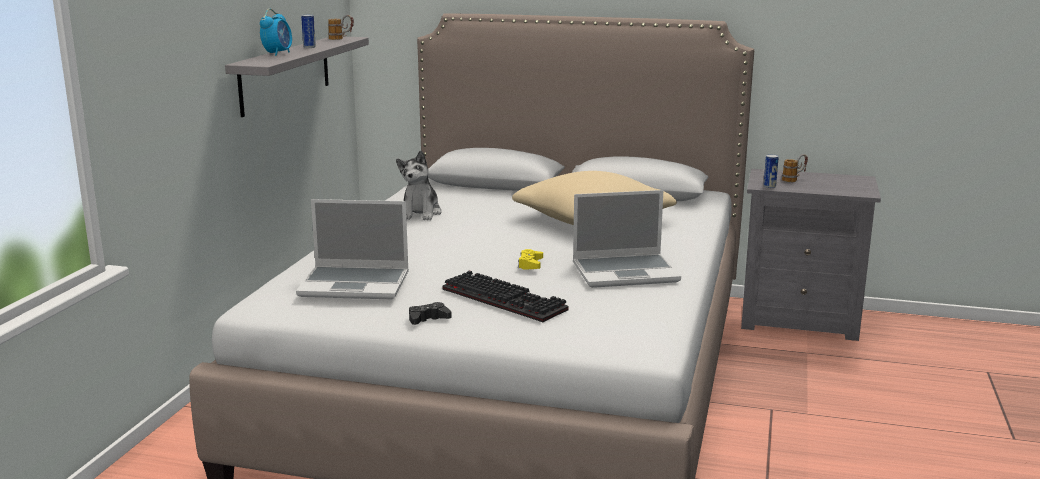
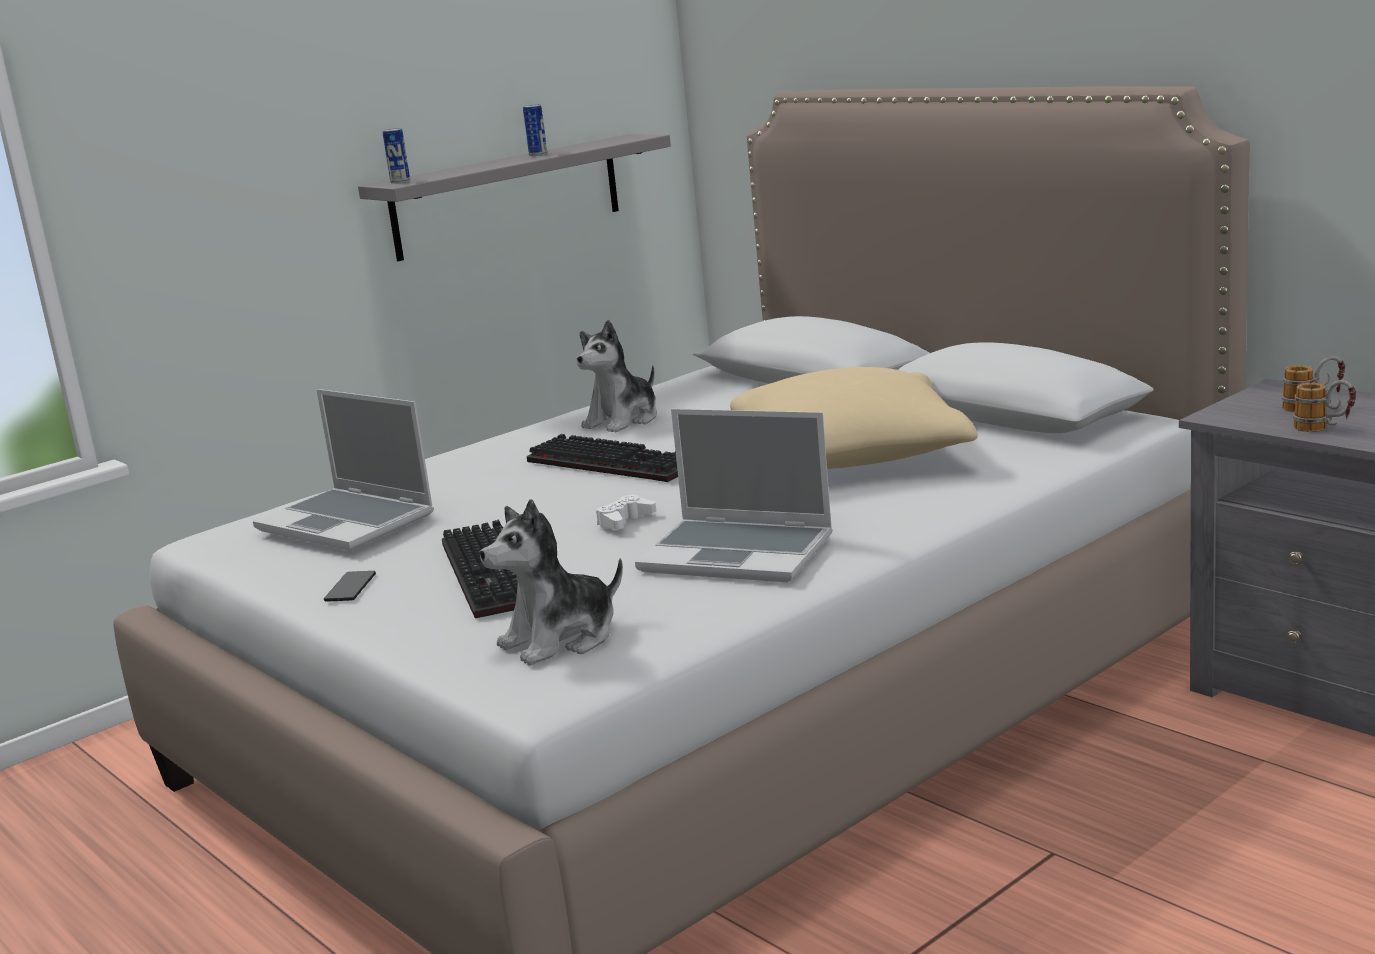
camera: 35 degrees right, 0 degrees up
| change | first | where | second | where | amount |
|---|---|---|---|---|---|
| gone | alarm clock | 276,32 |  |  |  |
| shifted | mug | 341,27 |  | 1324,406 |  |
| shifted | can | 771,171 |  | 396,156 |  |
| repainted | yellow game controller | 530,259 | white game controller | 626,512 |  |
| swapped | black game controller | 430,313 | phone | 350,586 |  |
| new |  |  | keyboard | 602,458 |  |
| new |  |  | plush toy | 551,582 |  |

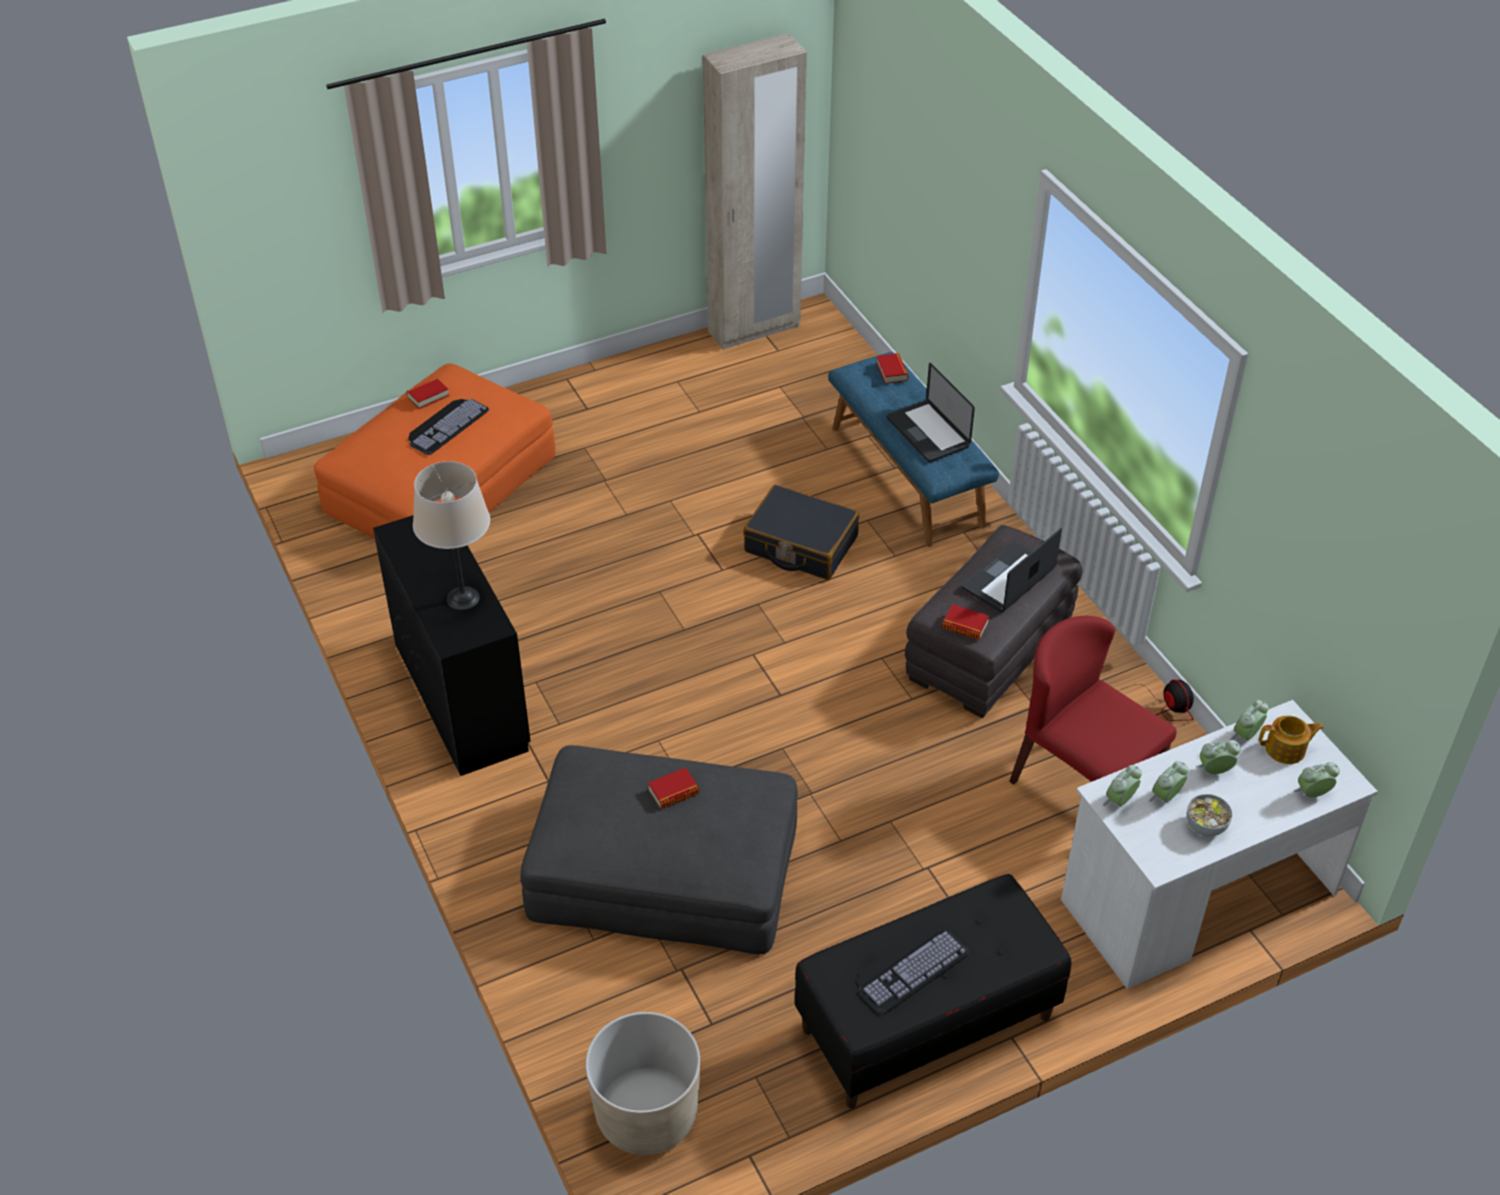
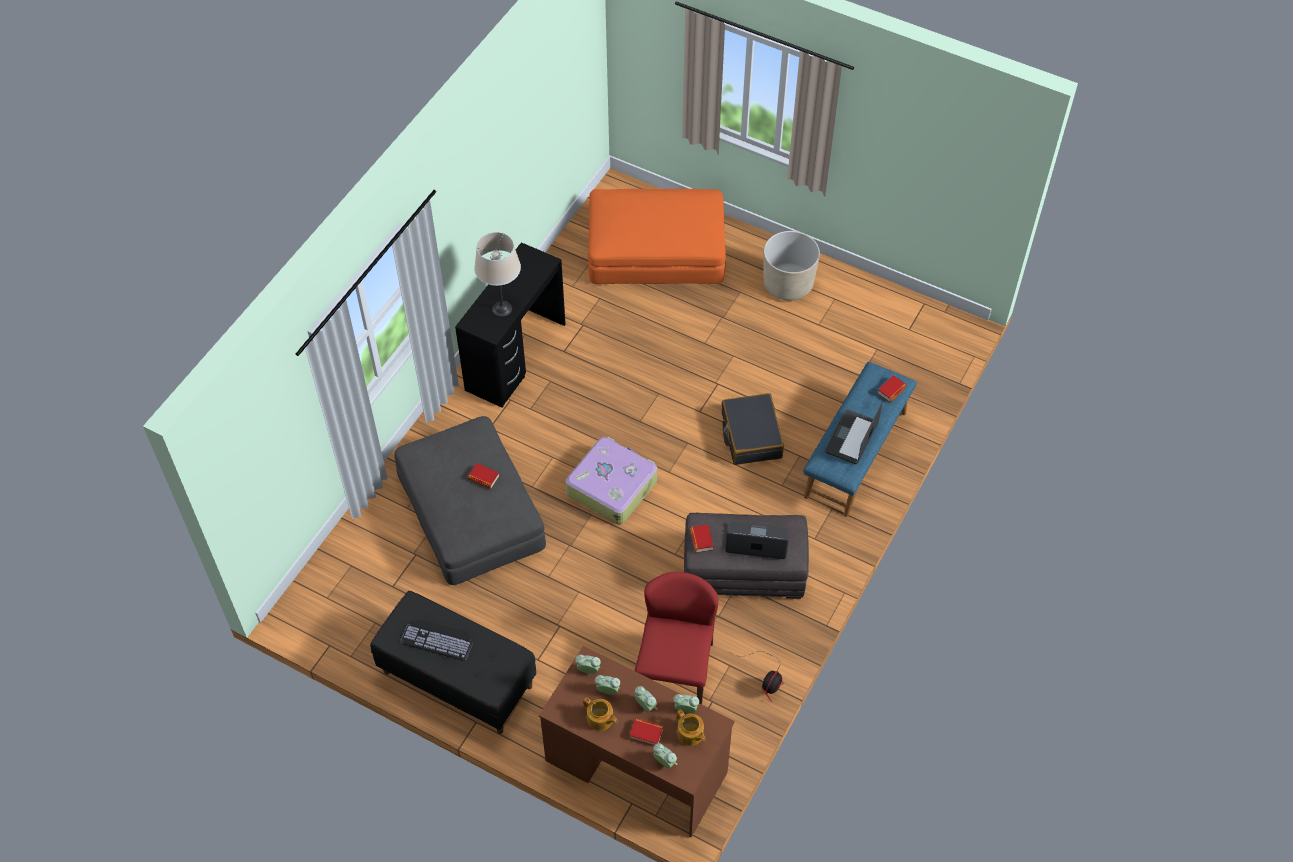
camera: 55 degrees right, 10 degrees up
| change | first | where | second | where | amount |
|---|---|---|---|---|---|
| gone | beige wardrobe | 755,191 |  |  |  |
| shifted | book | 427,393 |  | 647,732 |  |
| gone | keyboard | 448,427 |  |  |  |
| repainted | white desk | 1219,844 | brown desk | 637,741 |  |
| swapped | bowl | 1210,815 | teapot | 600,714 |  |
| shifted | beige planter | 642,1083 |  | 791,266 |  |
| new |  |  | suitcase | 611,481 |  |

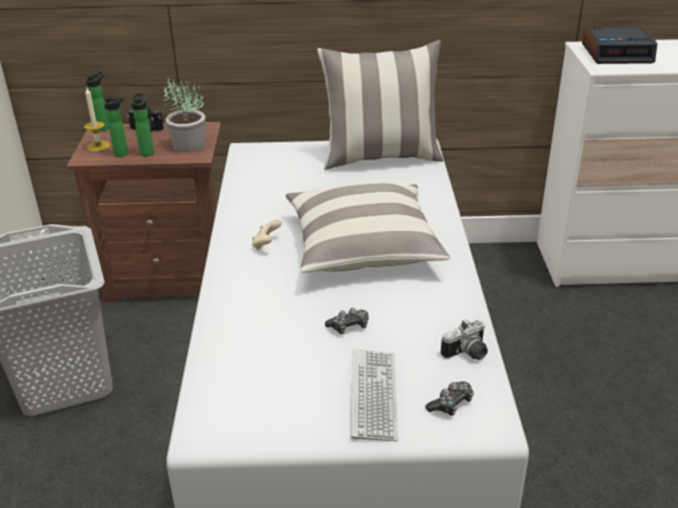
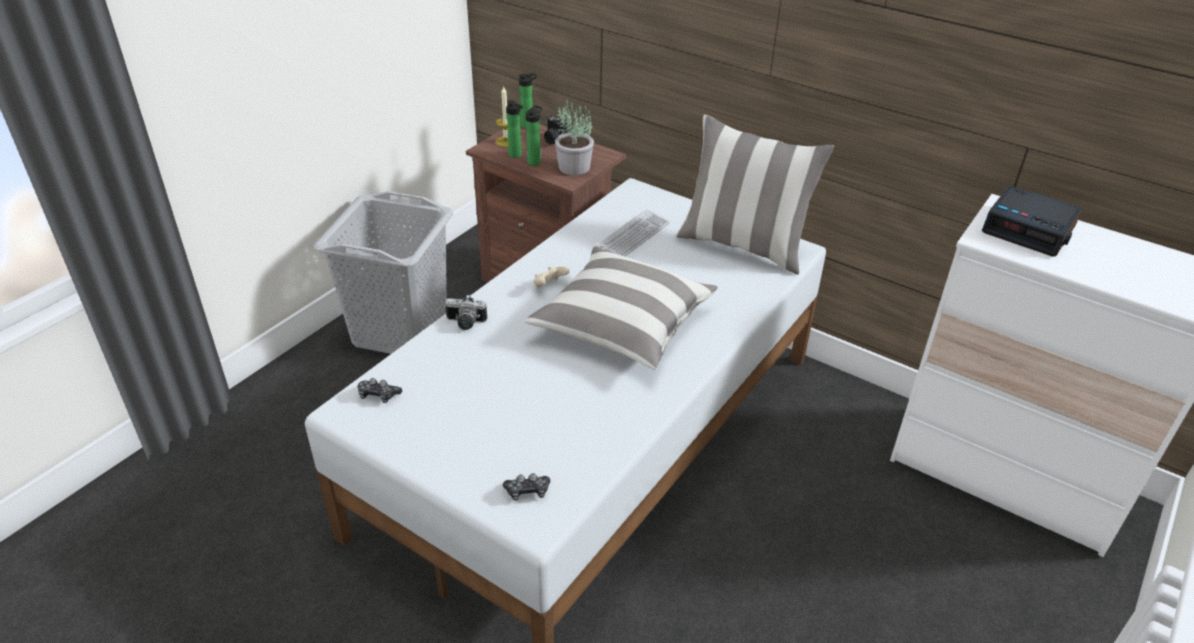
camera: 35 degrees right, 5 degrees up
| change | first | where | second | where | amount |
|---|---|---|---|---|---|
| shifted | game controller | 346,321 |  | 380,390 |  |
| shifted | photo camera | 464,339 |  | 466,312 |  |
| shifted | keyboard | 374,395 |  | 632,232 |  |

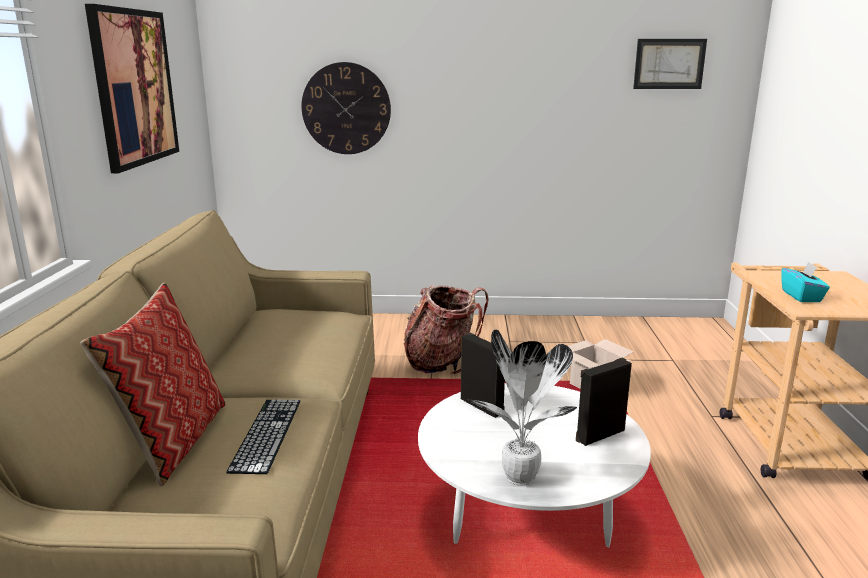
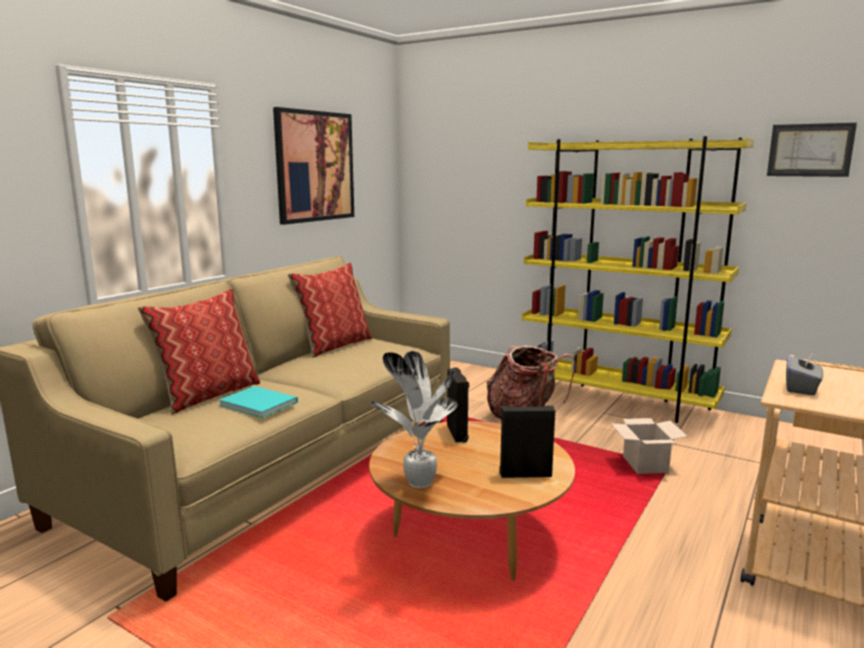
camera: 30 degrees right, 5 degrees down
| change | first | where | second | where | amount |
|---|---|---|---|---|---|
| gone | wall clock | 346,108 |  |  |  |
| repainted | turquoise tissue box | 806,281 | grey tissue box | 804,373 |  |
| repainted | white coffee table | 534,465 | brown coffee table | 472,501 |  |
| swapped | keyboard | 263,436 | turquoise book | 258,402 |  |
| new |  |  | yellow bookcase | 638,279 |  |
| new |  |  | pillow | 330,310 |  |

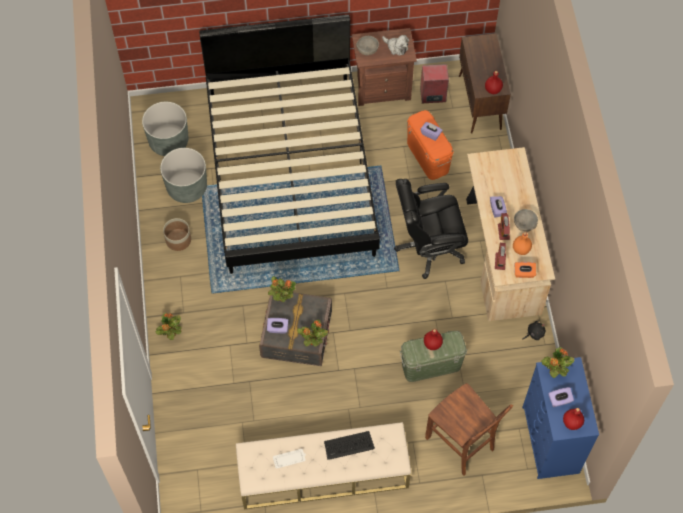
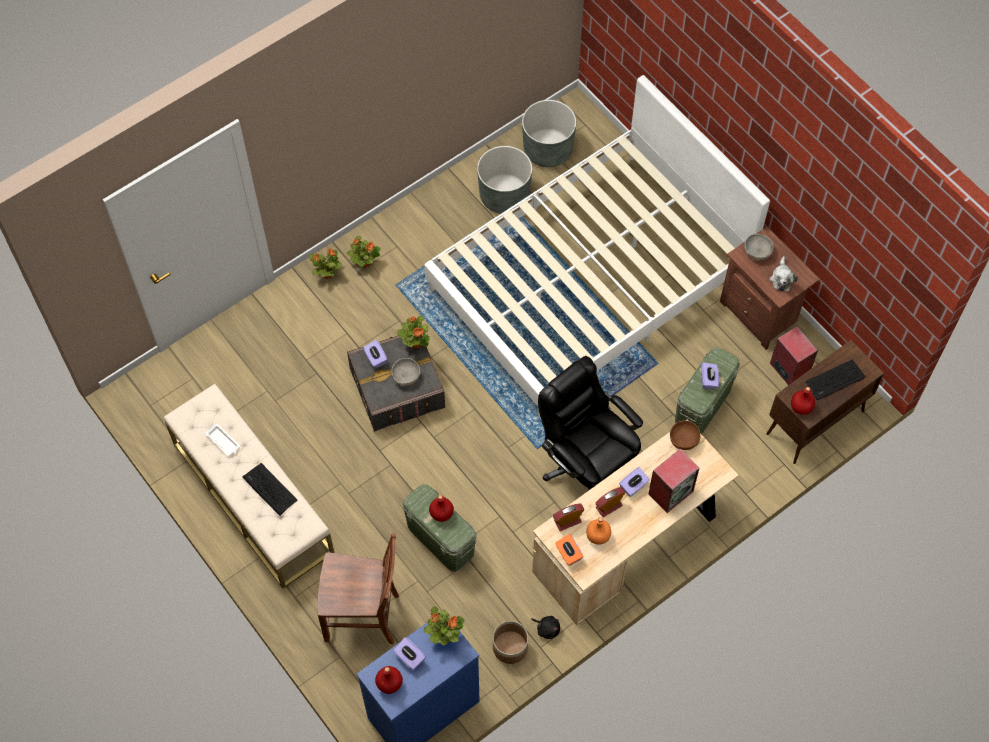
camera: 60 degrees right, 0 degrees up
| change | first | where | second | where | amount |
|---|---|---|---|---|---|
| repainted | black bed | 289,144 | white bed | 597,245 |  |
| repainted | orange storage box | 430,145 | green storage box | 707,390 |  |
| shifted | grey bowl | 526,220 |  | 406,372 |  |
| shifted | planter | 177,234 |  | 510,642 |  |
| shifted | potted plant | 312,333 |  | 364,252 |  |
| rotated | brown chair | 469,429 |  | 358,589 | 105 degrees counterclockwise |
| new |  |  | keyboard | 835,380 |  |
| new |  |  | brown bowl | 685,435 |  |
| new |  |  | speaker | 673,481 |  |

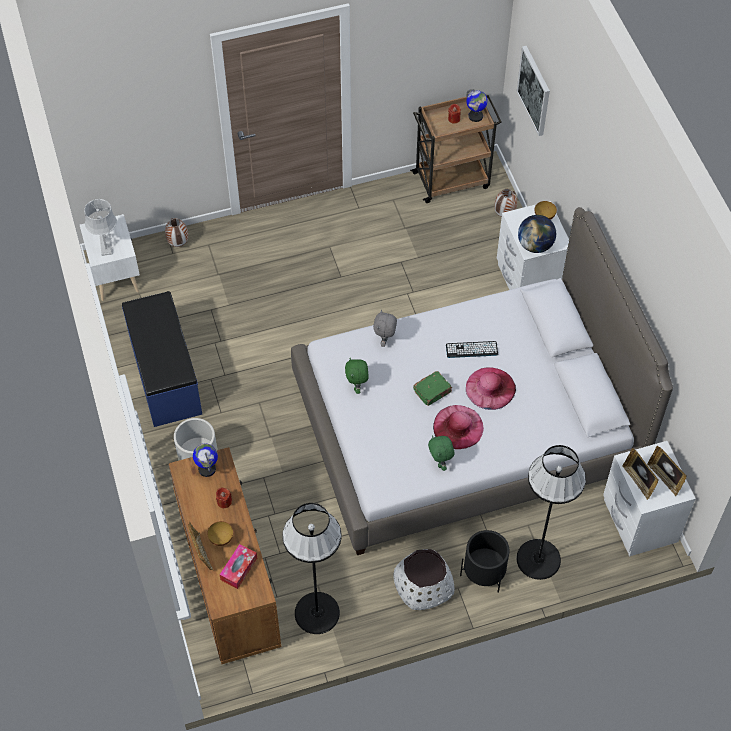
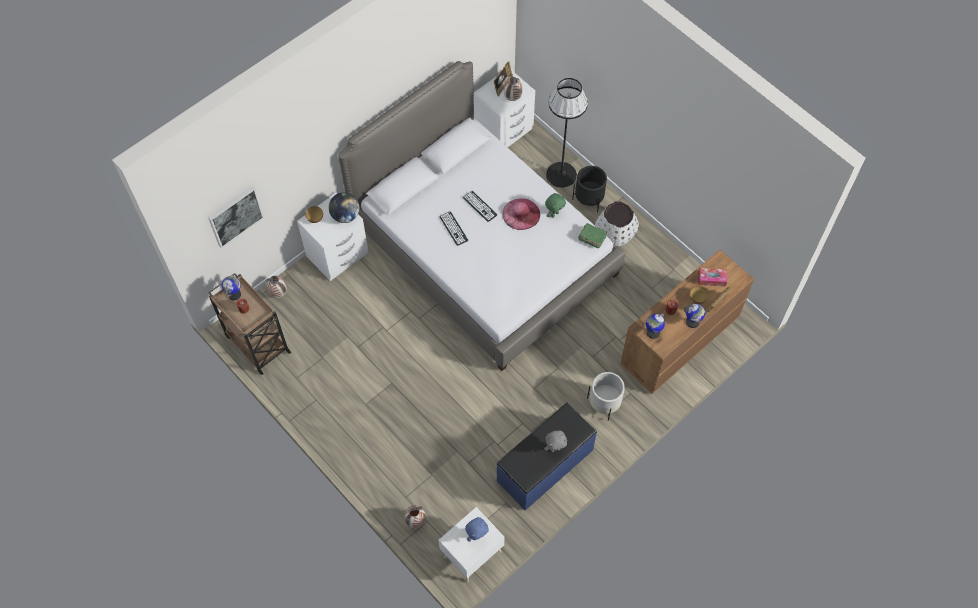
camera: 115 degrees left, 5 degrees up
| change | first | where | second | where | amount |
|---|---|---|---|---|---|
| swapped | grey table lamp | 100,227 | blue plush toy | 477,529 |  |
| shifted | grey plush toy | 385,328 |  | 555,441 |  |
| gone | green plush toy | 357,376 |  |  |  |
| swapped | pink hat | 491,388 | keyboard | 480,206 |  |
| shifted | green book | 432,388 |  | 593,235 |  |
| swapped | picture frame | 640,474 | vase | 513,89 |  |
| gone | black floor lamp | 311,568 |  |  |  |
| new |  |  | globe | 694,316 |  |

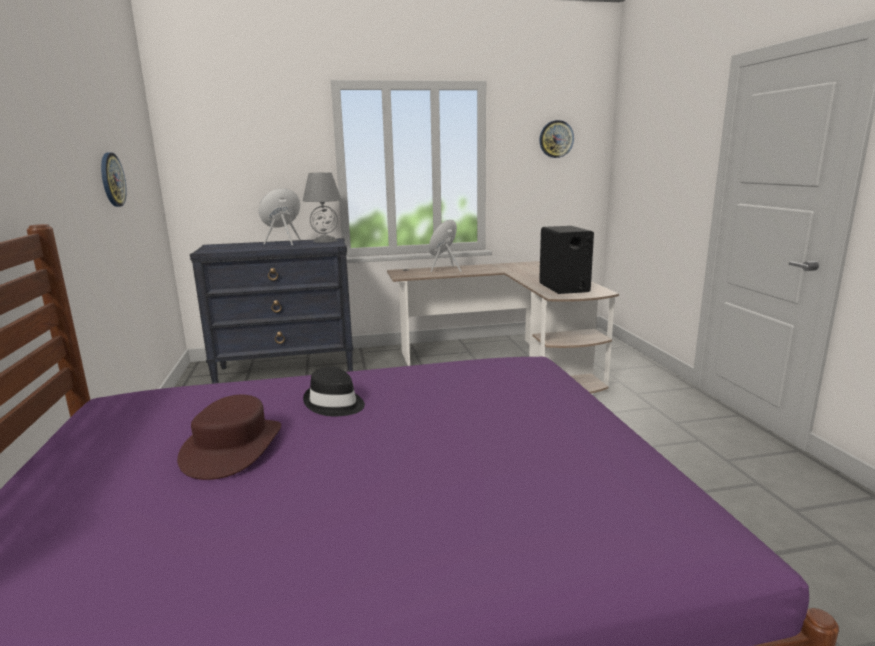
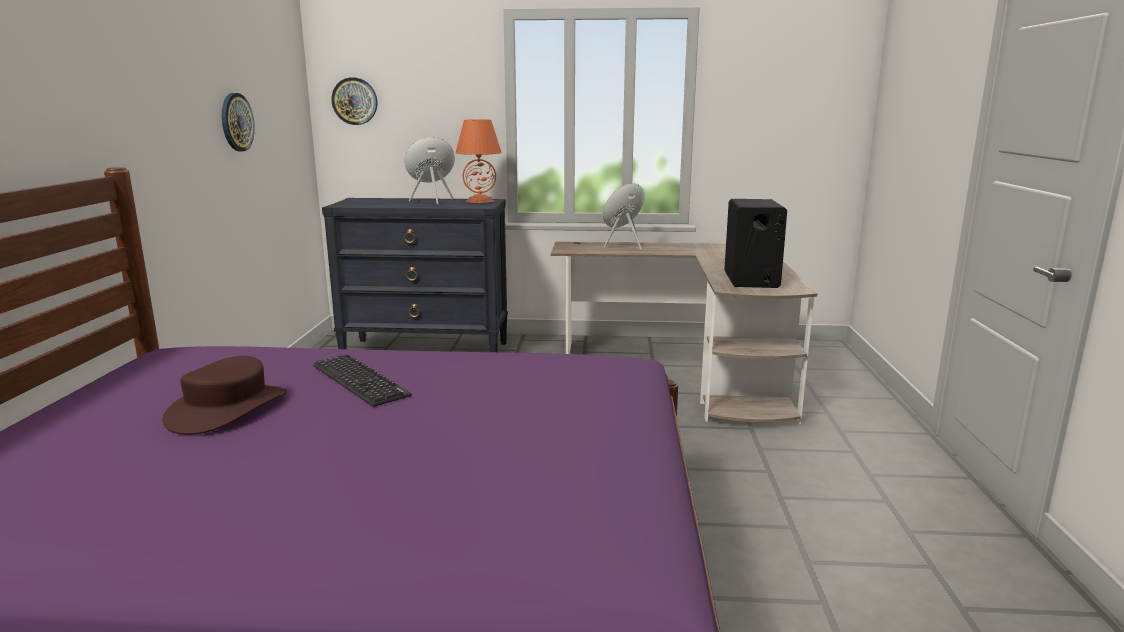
camera: 15 degrees right, 0 degrees up
| change | first | where | second | where | amount |
|---|---|---|---|---|---|
| shifted | wall clock | 556,139 |  | 354,101 |  |
| repainted | grey table lamp | 322,207 | orange table lamp | 479,161 |  |
| swapped | black hat | 334,391 | keyboard | 362,380 |  |

